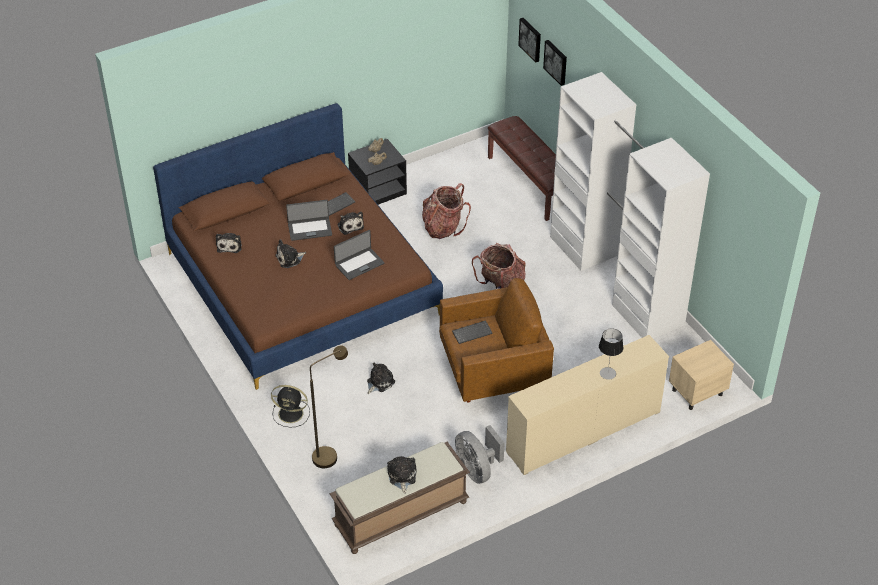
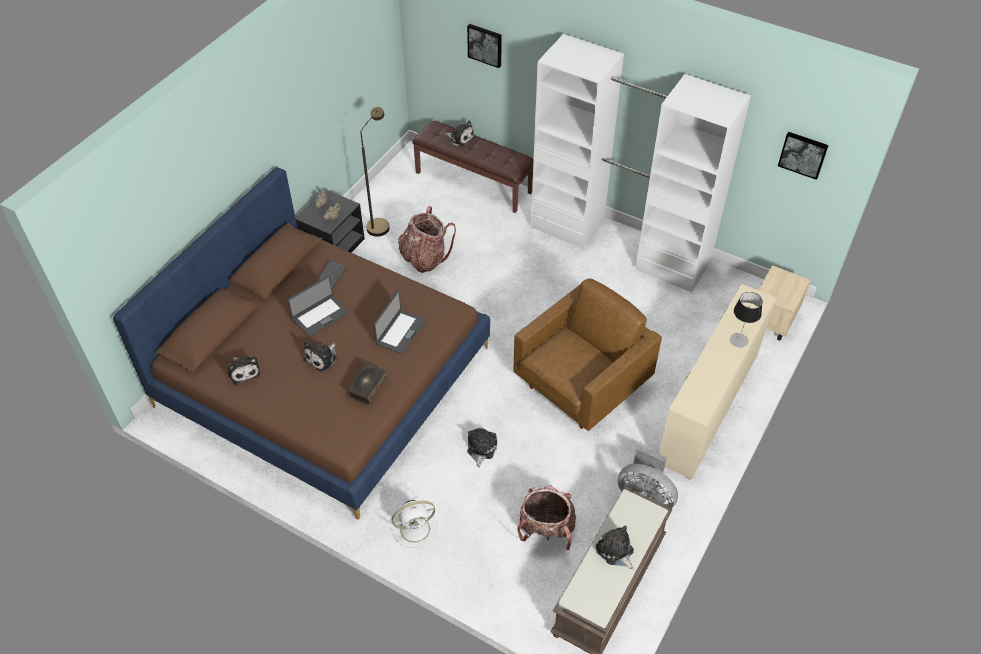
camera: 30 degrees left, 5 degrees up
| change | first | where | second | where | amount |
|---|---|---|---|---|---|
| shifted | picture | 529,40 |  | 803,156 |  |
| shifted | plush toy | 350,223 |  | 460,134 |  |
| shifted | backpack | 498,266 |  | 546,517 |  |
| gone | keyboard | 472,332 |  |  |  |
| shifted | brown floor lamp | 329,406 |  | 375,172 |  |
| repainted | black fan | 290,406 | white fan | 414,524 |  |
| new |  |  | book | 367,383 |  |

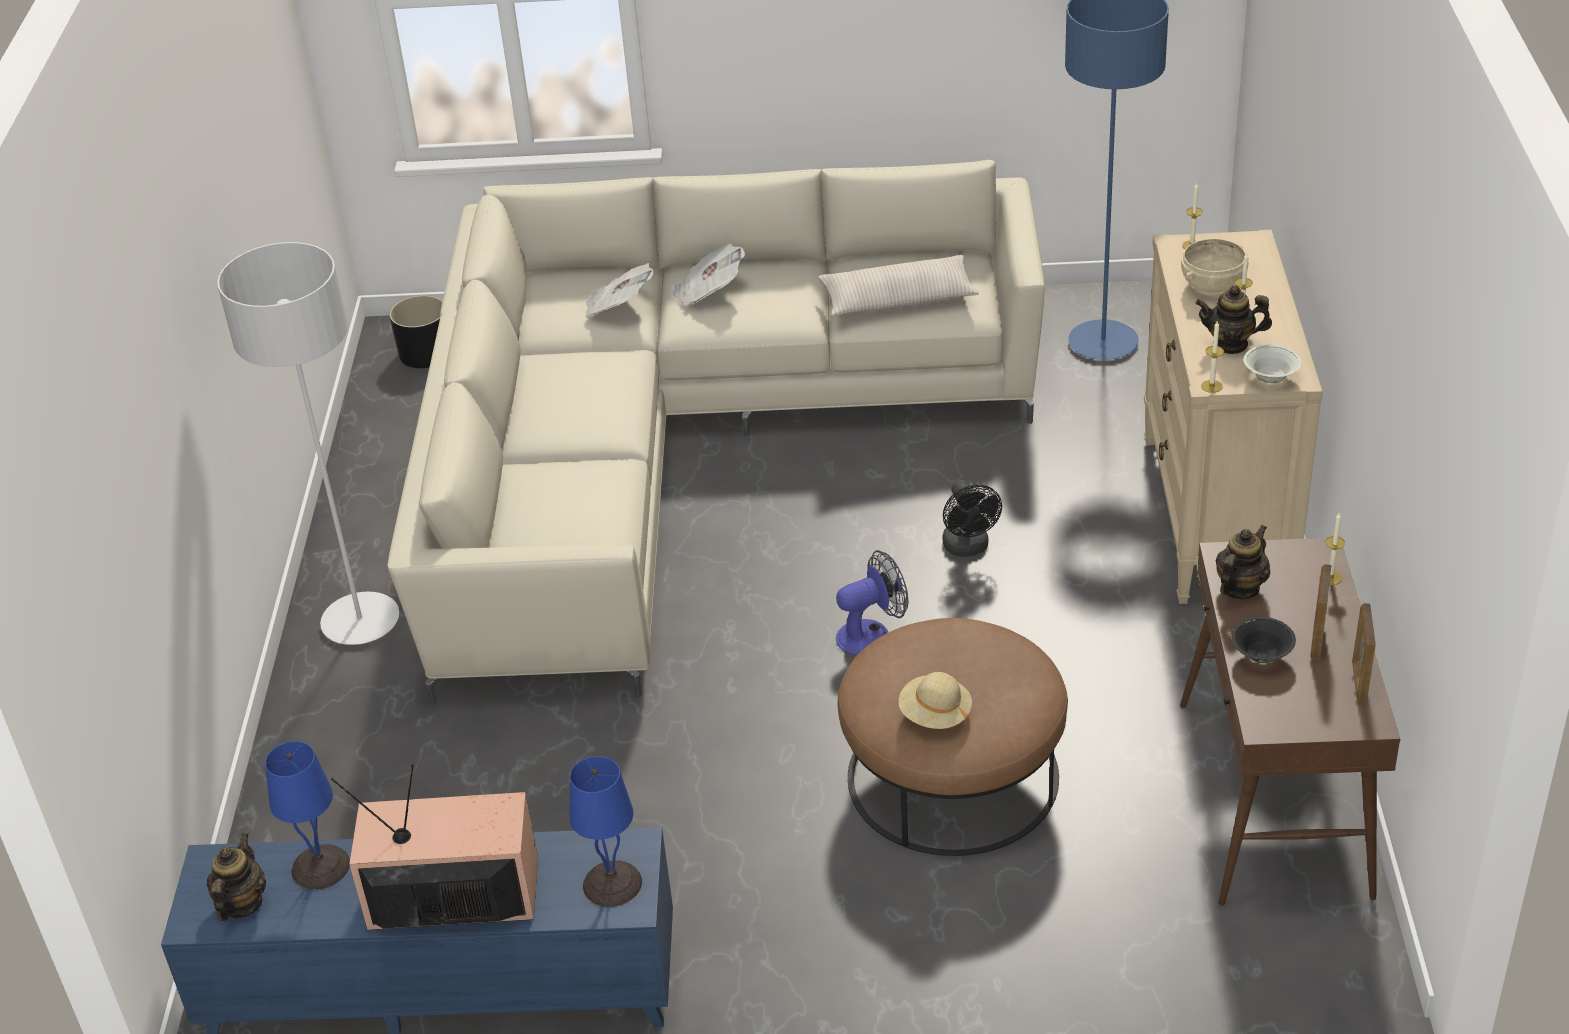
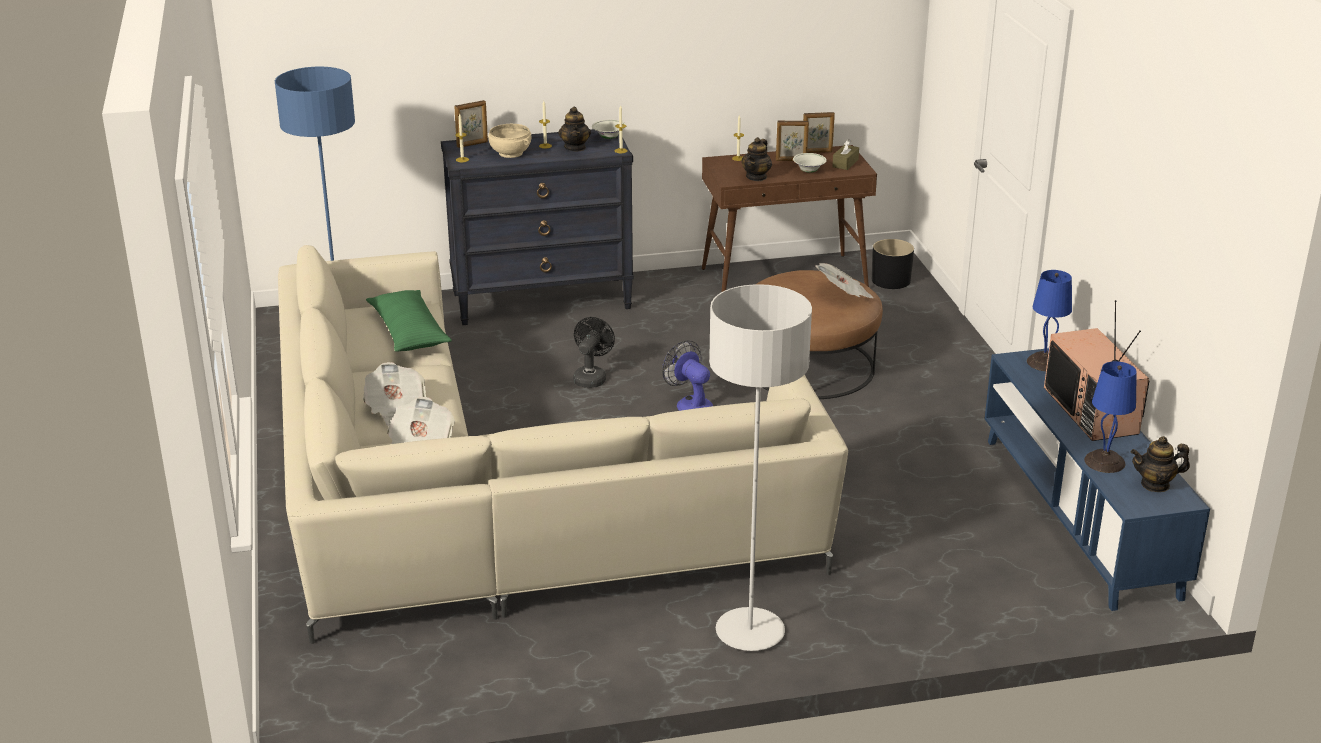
camera: 105 degrees left, 10 degrees down
| change | first | where | second | where | amount |
|---|---|---|---|---|---|
| repainted | beige dresser | 1233,417 | black dresser | 537,227 |  |
| repainted | beige pillow | 898,285 | green pillow | 409,321 |  |
| shifted | black planter | 416,331 |  | 893,264 |  |
| rotated | black fan | 972,518 |  | 594,352 | 45 degrees counterclockwise |
| rotated | teapot | 1243,562 |  | 757,159 | 90 degrees counterclockwise |
| repainted | black bowl | 1263,640 | white bowl | 810,163 |  |
| swapped | beige hat | 935,700 | newspaper | 844,280 |  |
| new |  |  | picture frame | 471,124 |  |
| new |  |  | brown tissue box | 845,154 |  |

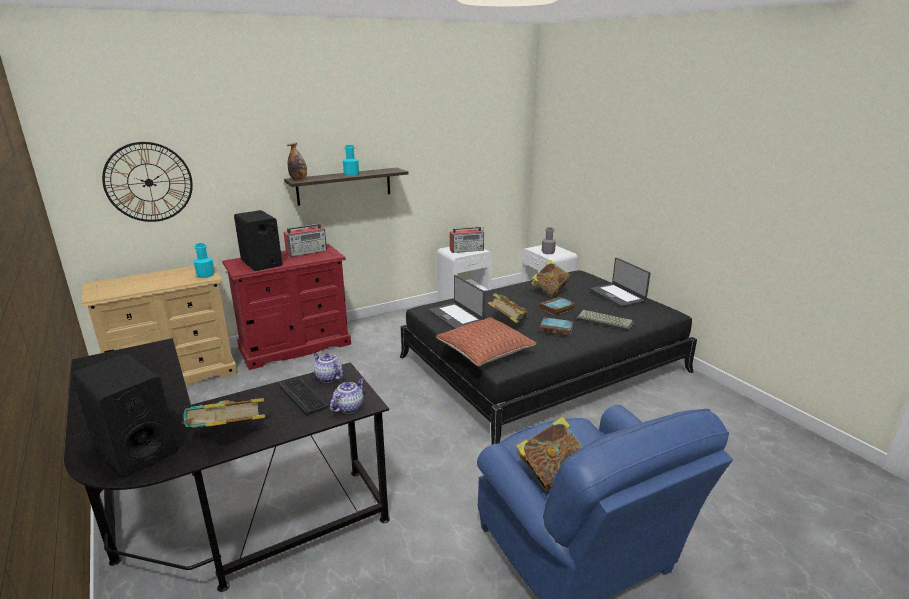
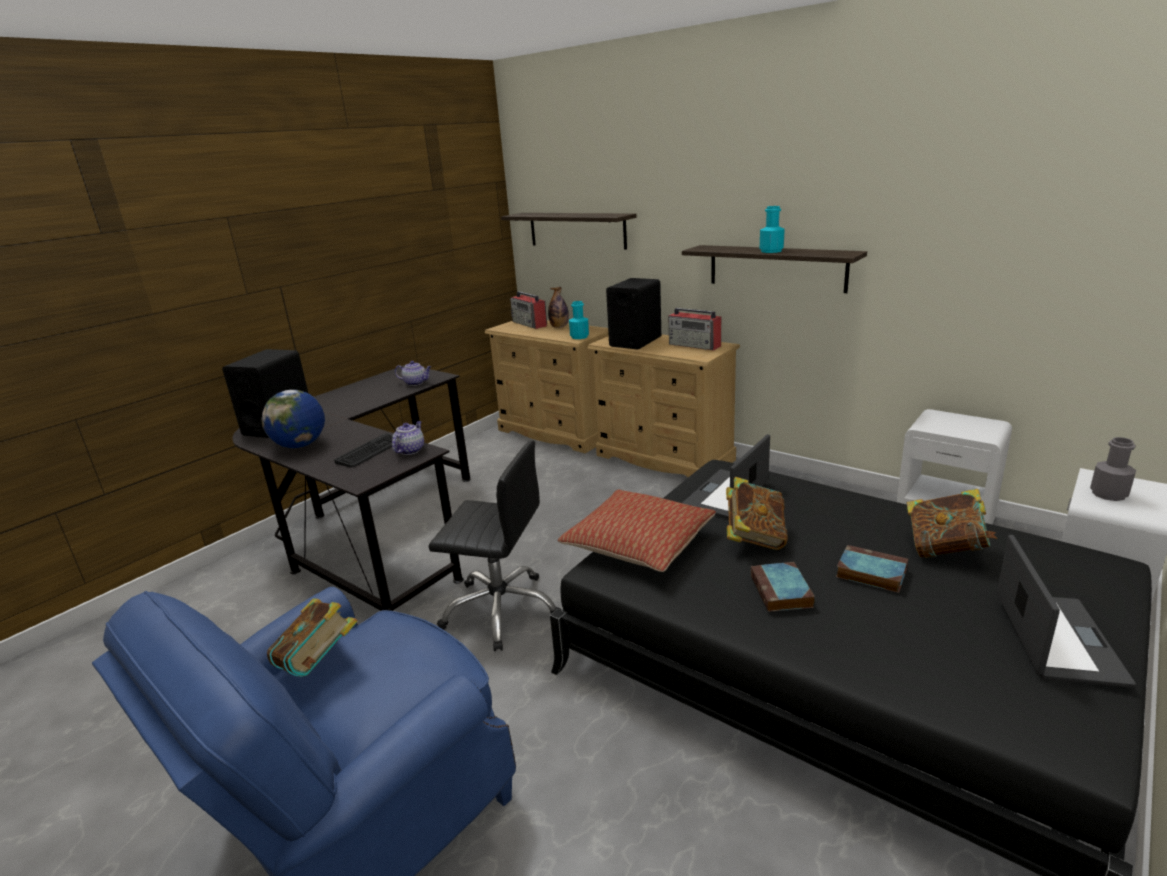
camera: 70 degrees right, 0 degrees up
| change | first | where | second | where | amount |
|---|---|---|---|---|---|
| swapped | wall clock | 147,182 | shelf | 569,231 |  |
| shifted | bottle | 297,161 |  | 558,307 |  |
| shifted | radio | 467,240 |  | 528,310 |  |
| repainted | red dresser | 286,307 | beige dresser | 664,405 |  |
| rotated | laptop | 620,282 |  | 1066,611 | 150 degrees clockwise |
| gone | keyboard | 605,320 |  |  |  |
| shifted | teapot | 347,396 |  | 413,373 |  |
| swapped | book | 223,413 | globe | 293,419 |  |
| new |  |  | black office chair | 495,545 |  |

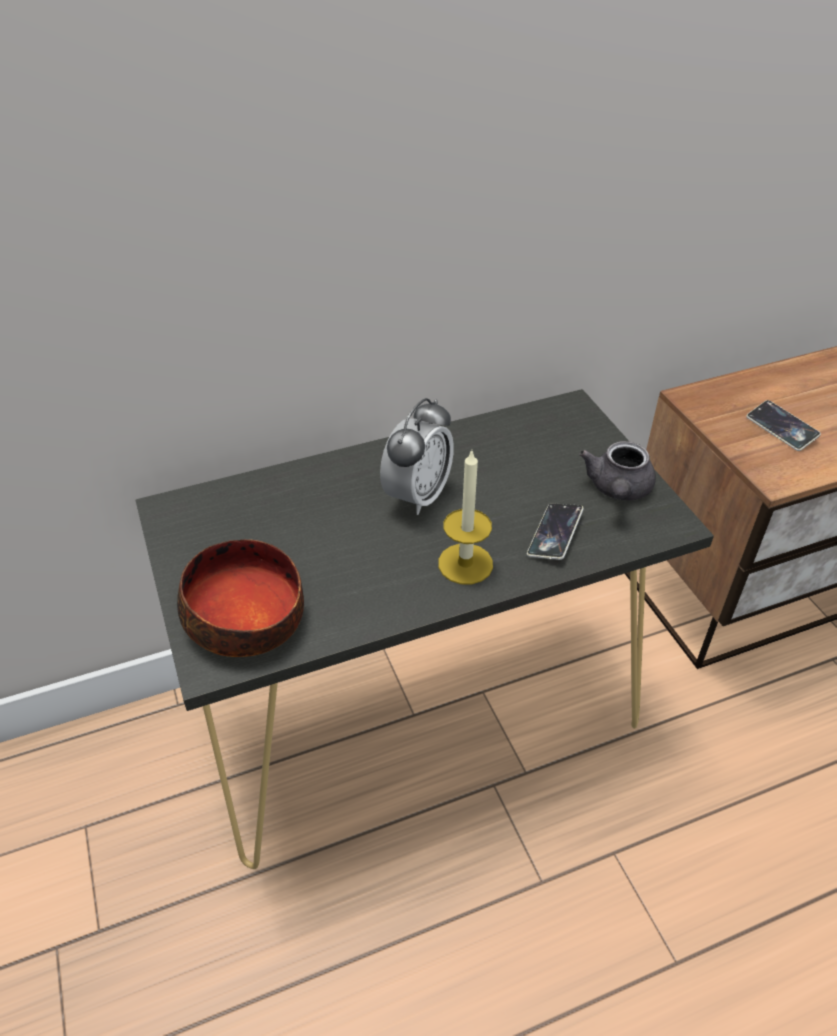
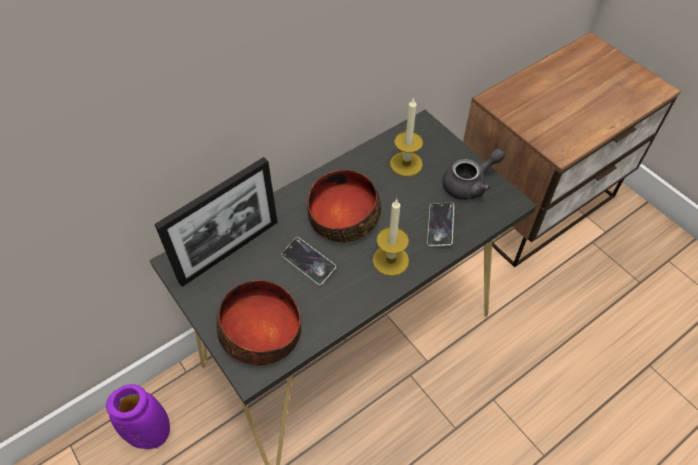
camera: 15 degrees left, 10 degrees up
| change | first | where | second | where | amount |
|---|---|---|---|---|---|
| swapped | alarm clock | 417,456 | bowl | 344,206 |  |
| shifted | phone | 783,425 |  | 308,261 |  |
| rotated | grey teapot | 617,471 |  | 474,174 | 120 degrees counterclockwise |
| new |  |  | candle | 406,136 |  |
| new |  |  | picture frame | 216,222 |  |
| new |  |  | purple vase | 138,416 |  |

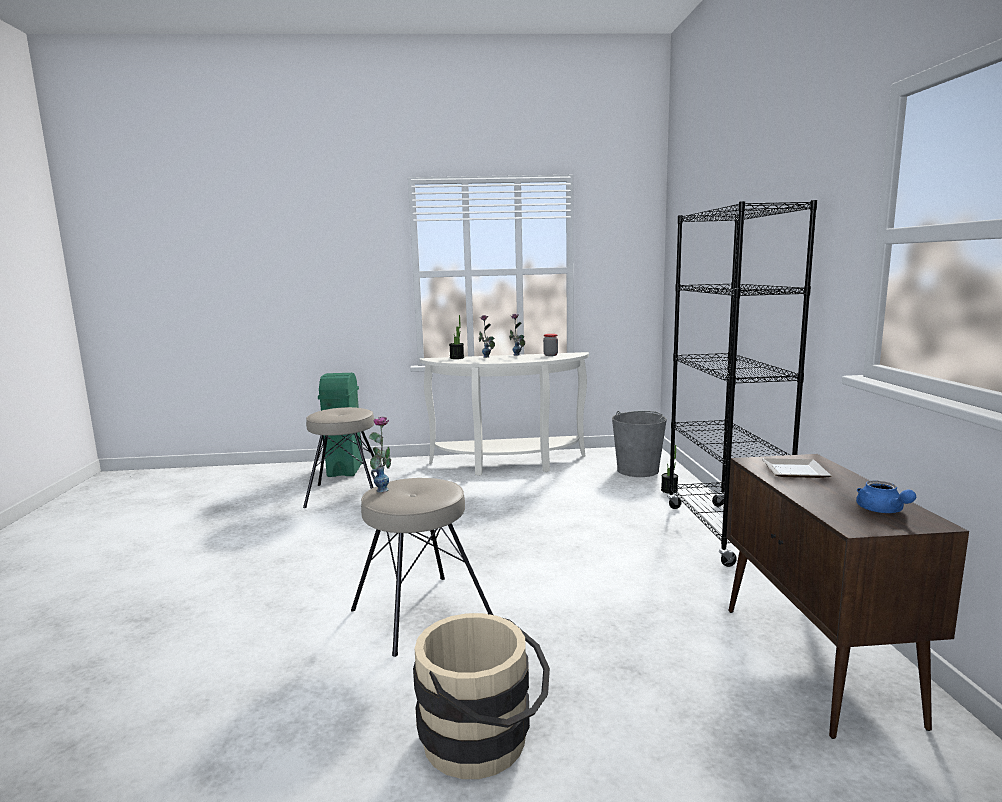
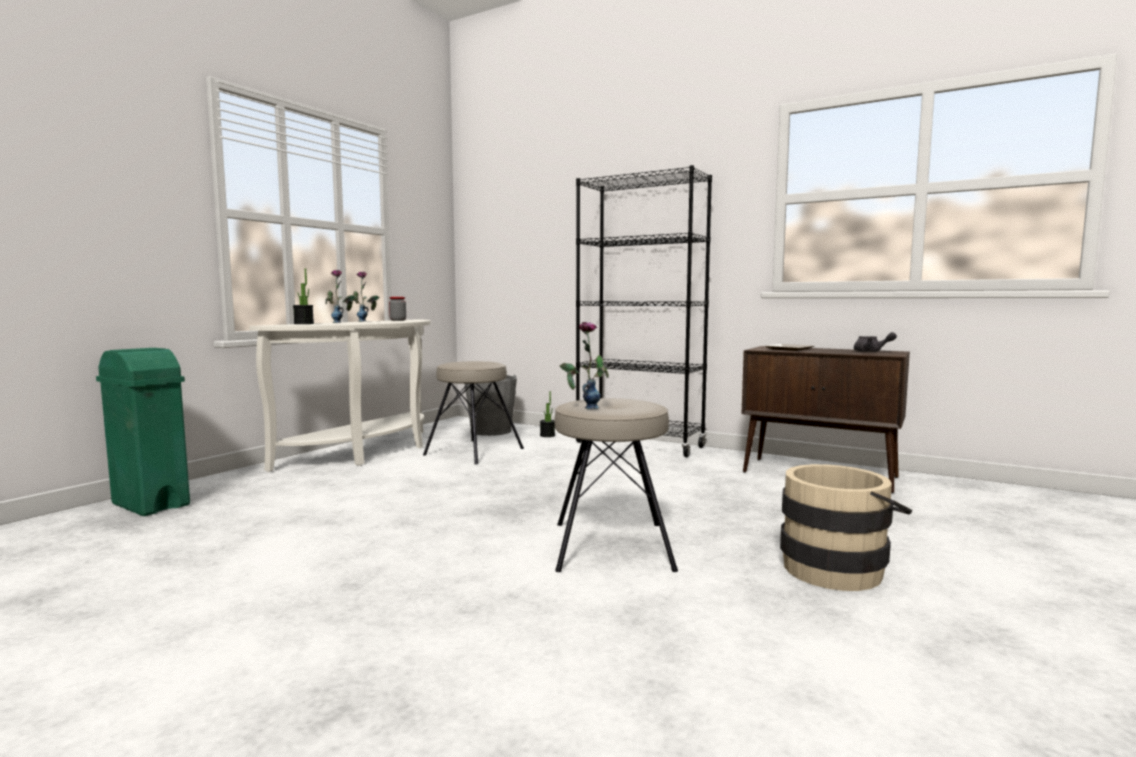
camera: 55 degrees left, 5 degrees down
| change | first | where | second | where | amount |
|---|---|---|---|---|---|
| shifted | beige stool | 338,457 |  | 473,413 |  |
| repainted | blue teapot | 886,497 | grey teapot | 875,342 |  |

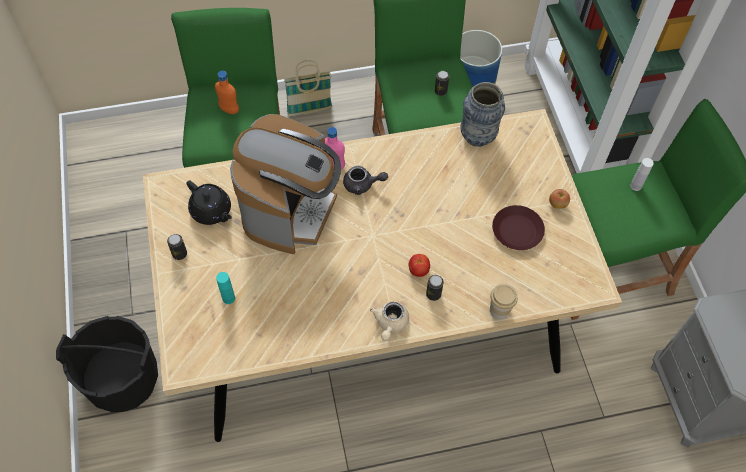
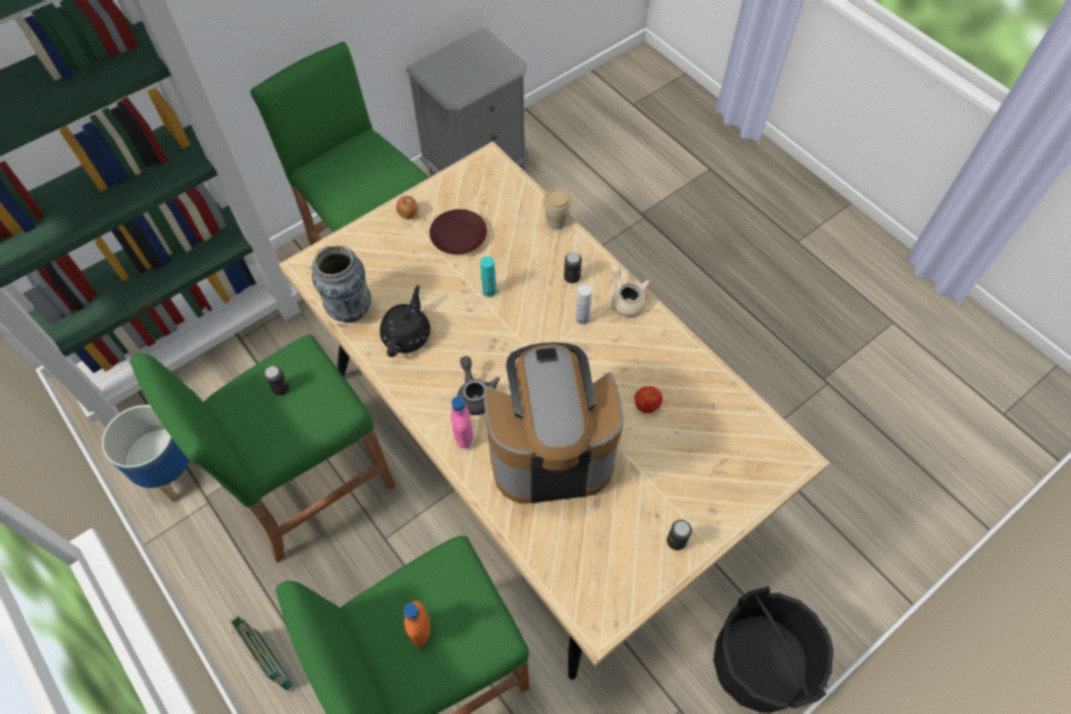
camera: 115 degrees left, 0 degrees up
| change | first | where | second | where | amount |
|---|---|---|---|---|---|
| shifted | white bottle | 642,174 |  | 583,304 |  |
| shifted | black teapot | 209,203 |  | 405,321 |  |
| shifted | tomato | 419,265 |  | 649,399 |  |
| shifted | turquoise bottle | 225,288 |  | 488,276 |  |
| rotated | beige teapot | 389,321 |  | 630,290 | 105 degrees counterclockwise |

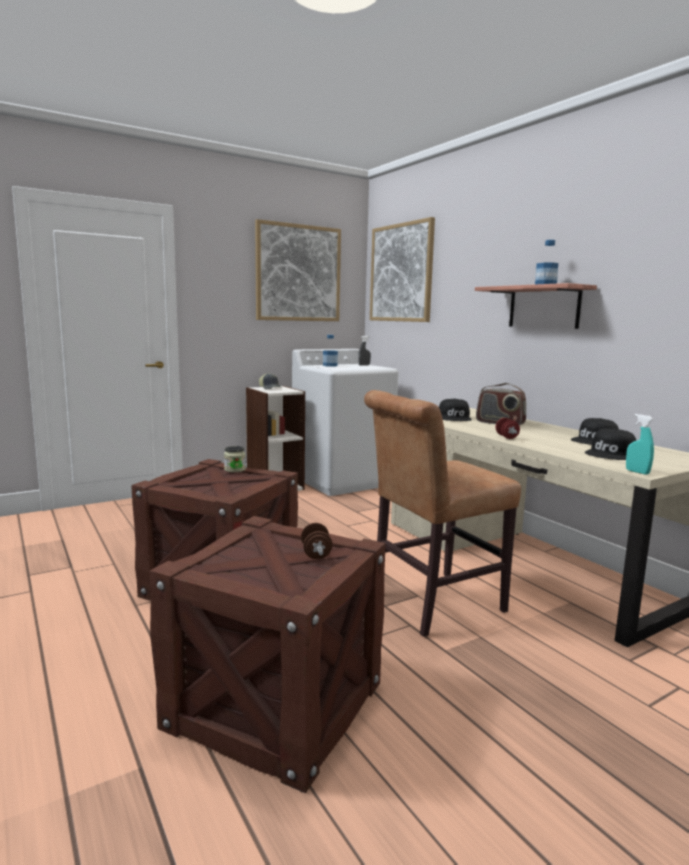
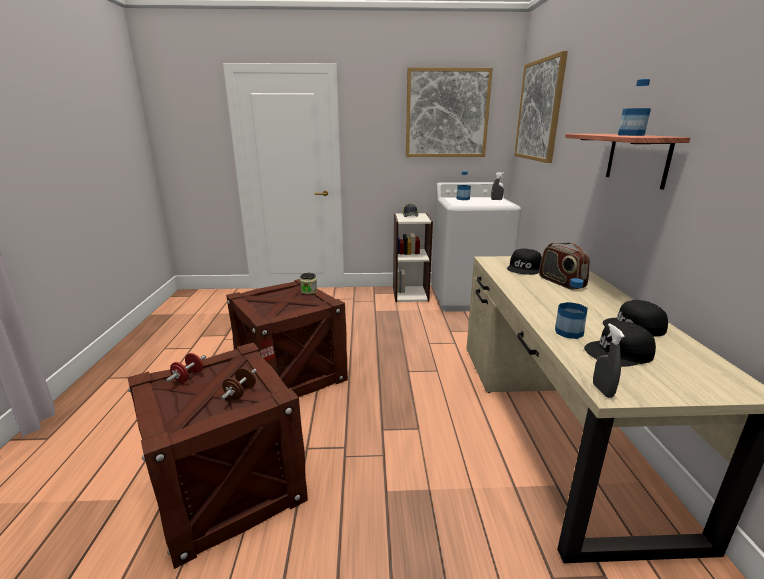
camera: 30 degrees right, 10 degrees up
| change | first | where | second | where | amount |
|---|---|---|---|---|---|
| gone | brown chair | 442,513 |  |  |  |
| repainted | turquoise spray bottle | 640,444 | grey spray bottle | 609,360 |  |
| shifted | red dumbbell | 507,428 |  | 186,368 |  |
| new |  |  | bottle | 571,308 |  |

